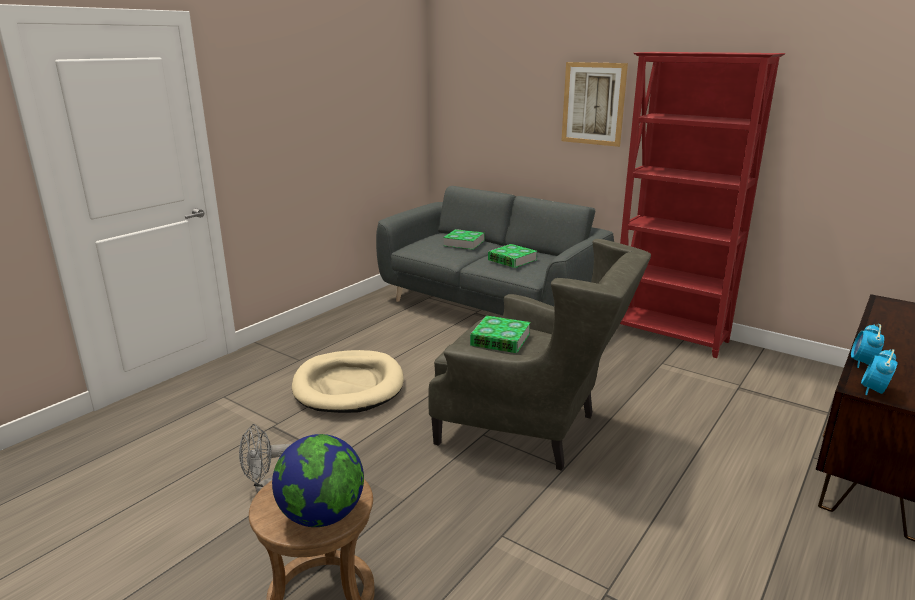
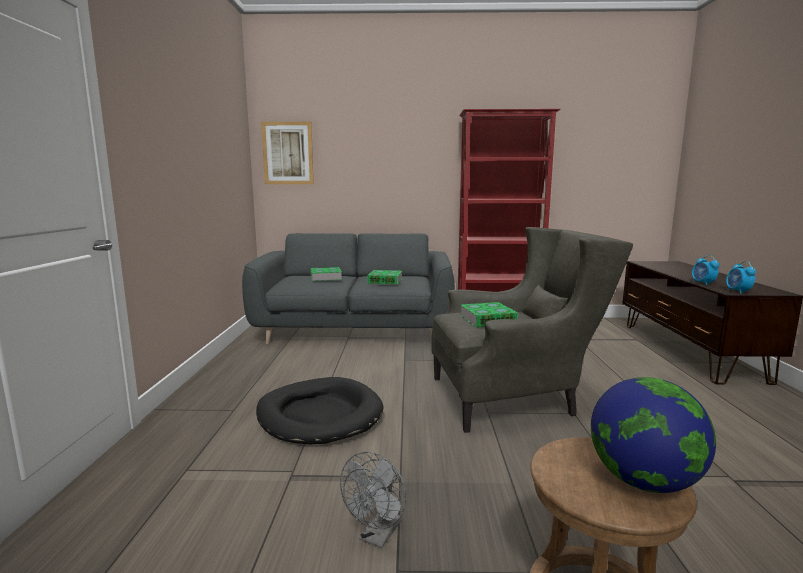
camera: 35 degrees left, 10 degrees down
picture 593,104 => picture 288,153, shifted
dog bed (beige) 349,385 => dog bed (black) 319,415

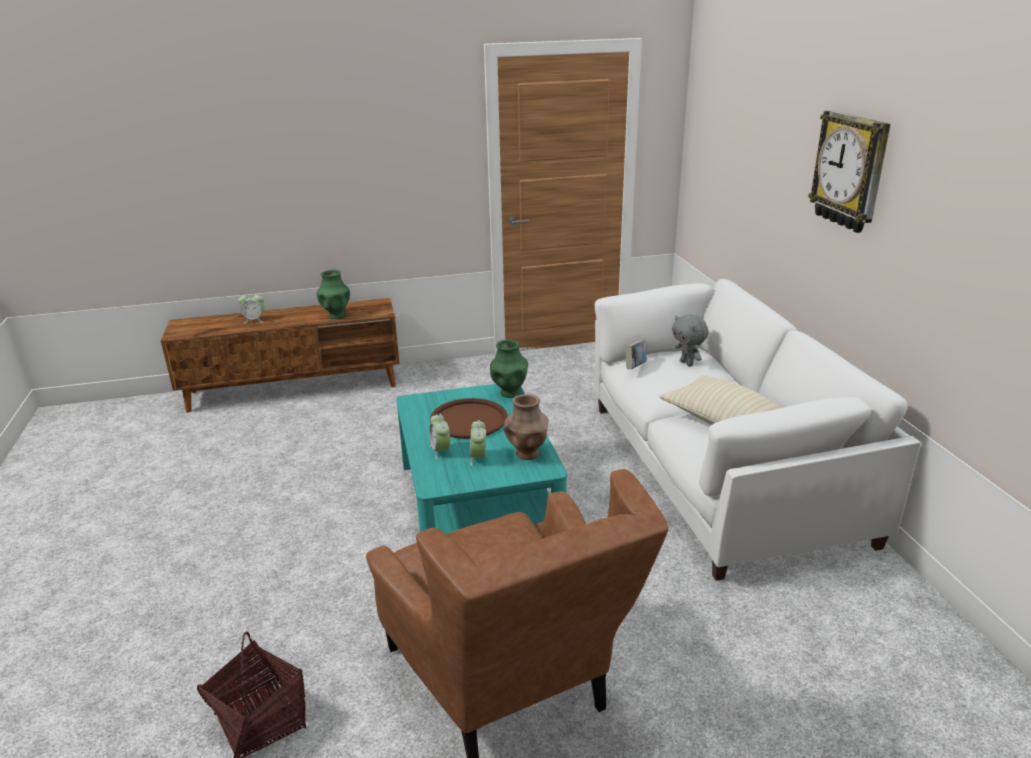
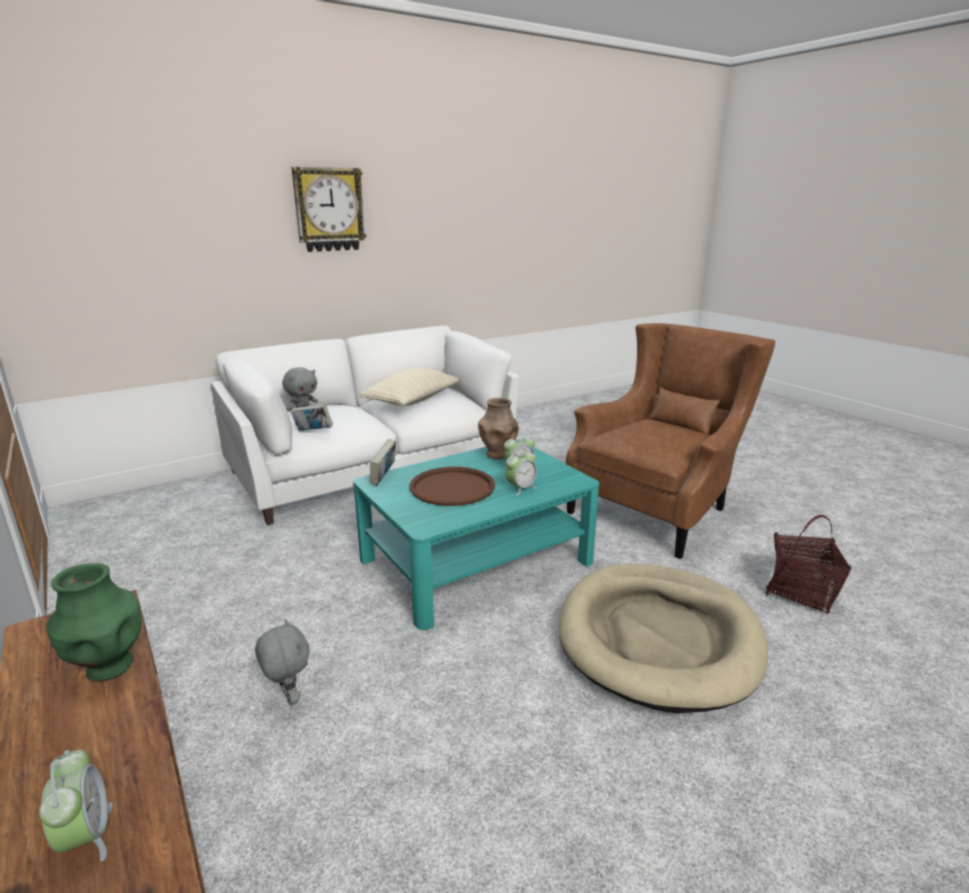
camera: 110 degrees left, 5 degrees down
vase (green) 509,393 => book 384,478
nothing => dog bed (beige) 658,638
nothing => plush toy (grey) 288,698

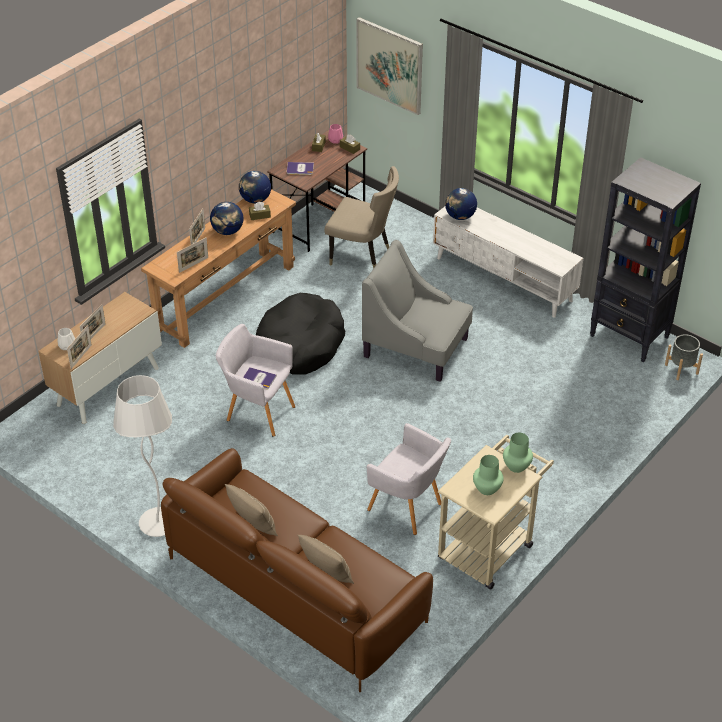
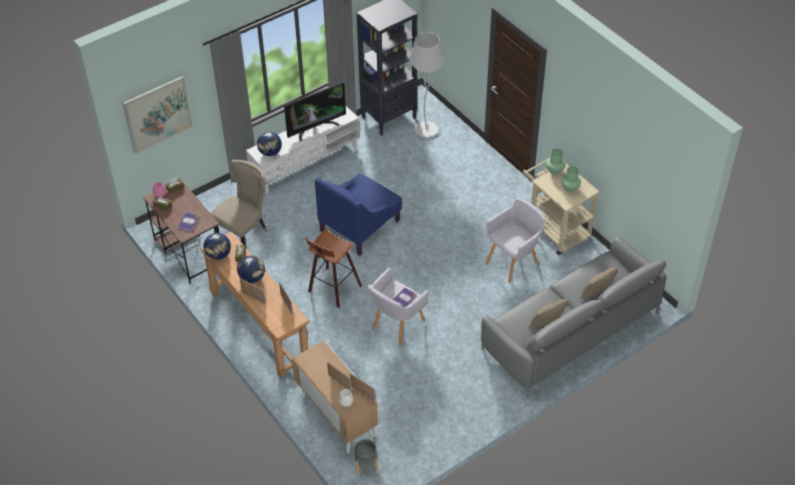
camera: 75 degrees left, 5 degrees up
armchair (grey) 417,348 => armchair (blue) 360,225
dog bed (black) 300,345 => stool 333,289
planter (grey) 681,369 => planter (grey) 366,464, shifted
floor lamp (white) 158,524 => floor lamp (white) 426,130, shifted
sofa (brown) 295,589 => sofa (grey) 570,331
nothing => television 315,128

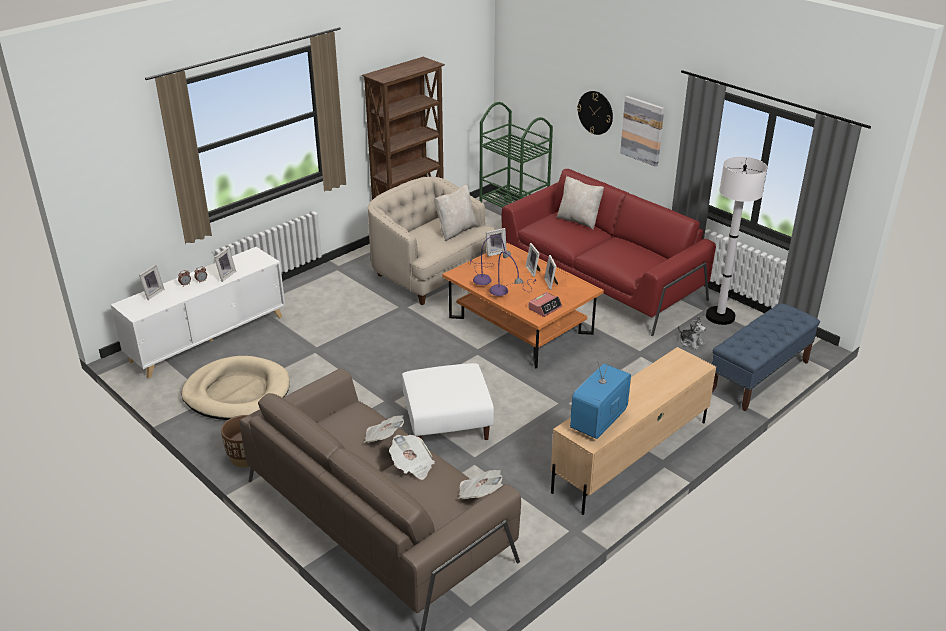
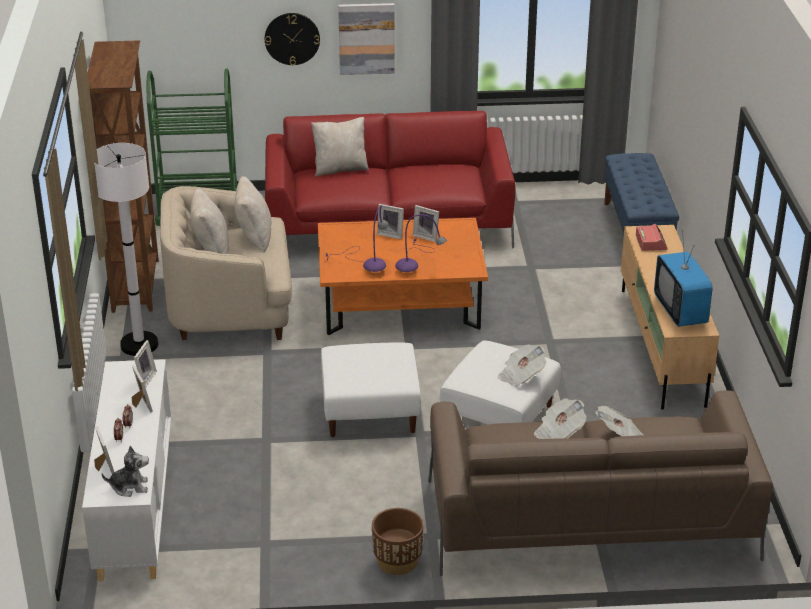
camera: 50 degrees left, 0 degrees up
floor lamp (white) 720,316 => floor lamp (white) 139,345, shifted
picture frame 495,252 => picture frame 144,380, shifted
alarm clock 545,308 => alarm clock 651,242, shifted
plush toy 691,342 => plush toy 129,487, shifted
dog bed (beige) 237,392 => nothing
newspaper 478,493 => newspaper 521,375, shifted
nothing => pillow (beige) 211,249
nothing => ottoman (white) 370,412

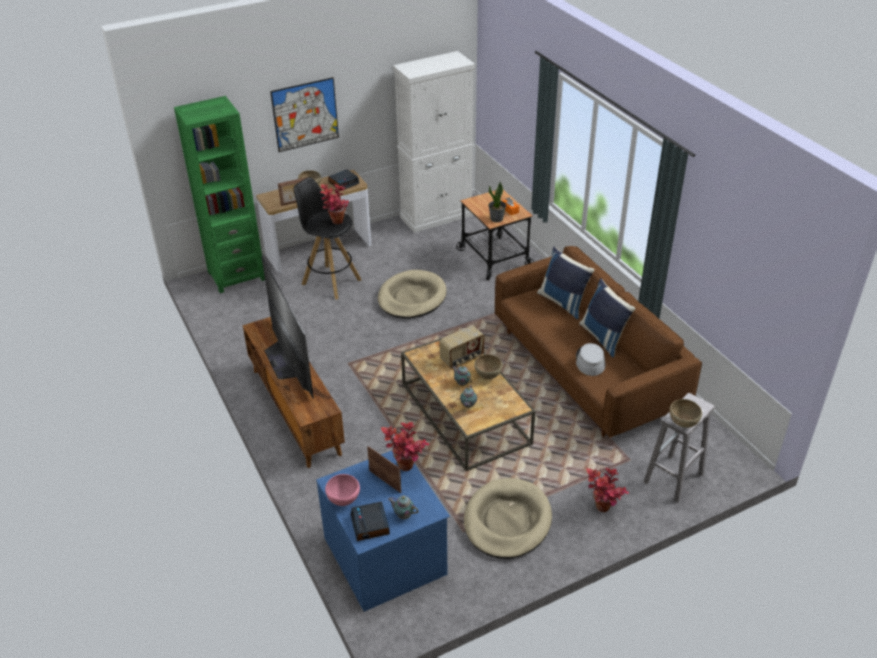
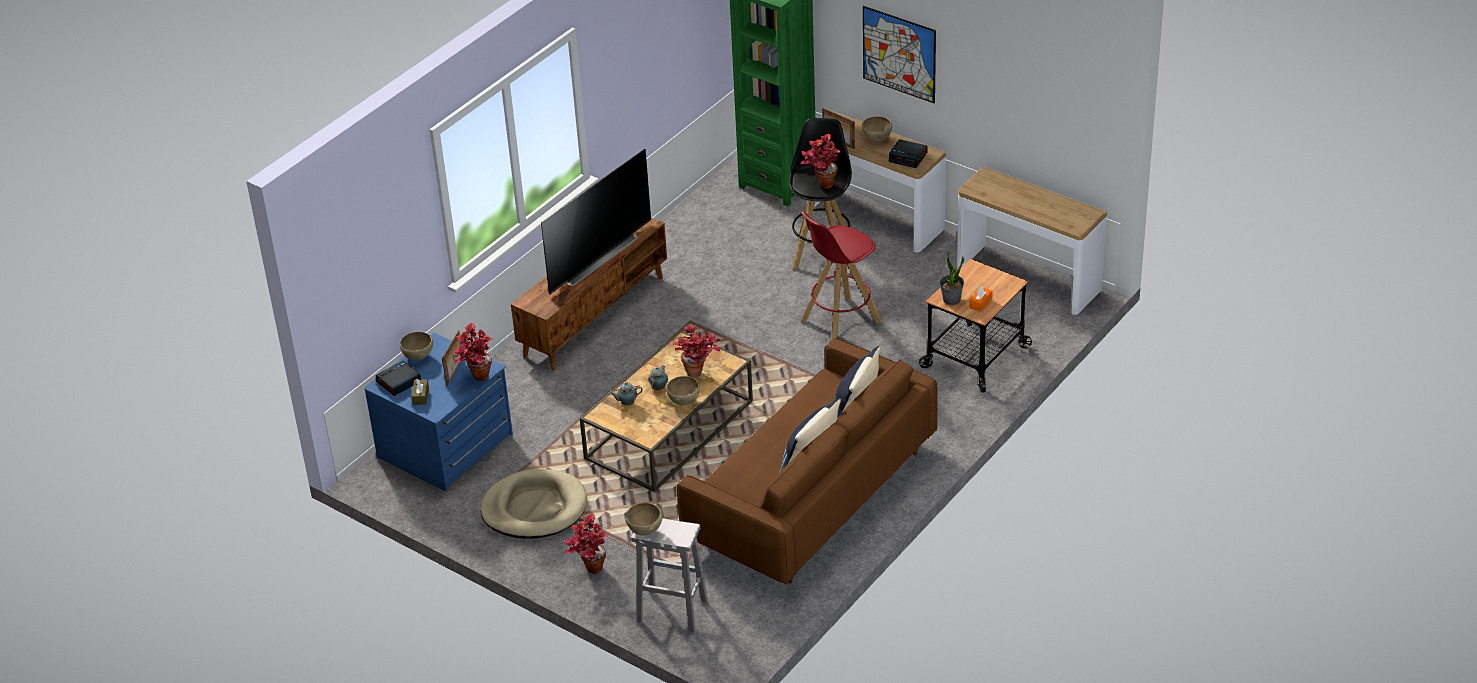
camera: 65 degrees right, 0 degrees up
cabinet (white) 436,216 => console table 1028,279
dog bed (beige) 411,297 => stool (red) 840,321
radio 462,358 => potted plant 699,374
hat (grey) 590,361 => nothing
bowl (pink) 343,500 => bowl (brown) 418,357
teapot 403,515 => tissue box (brown) 420,396

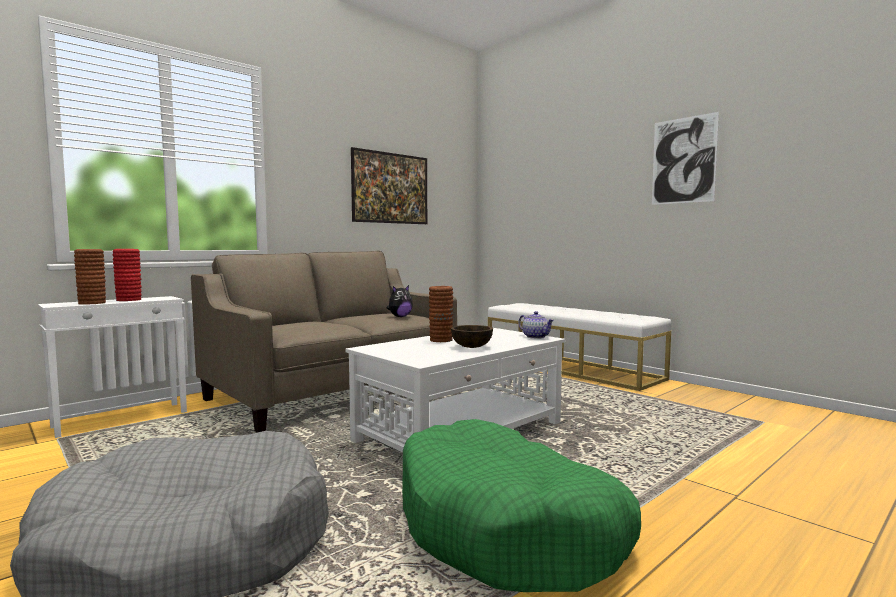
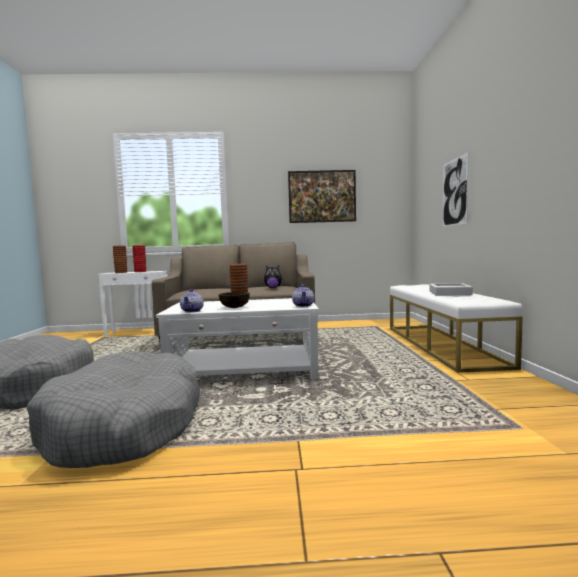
camera: 40 degrees right, 0 degrees up
picture 683,160 => picture 454,192, shifted
dog bed (green) 508,528 => dog bed (grey) 125,425
nothing => tray (grey) 449,293
nothing => teapot 192,311

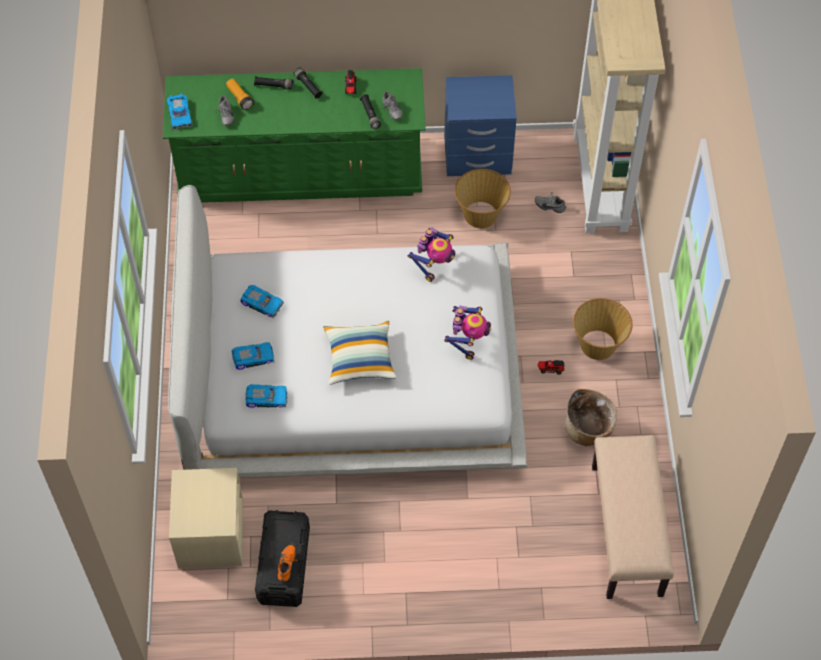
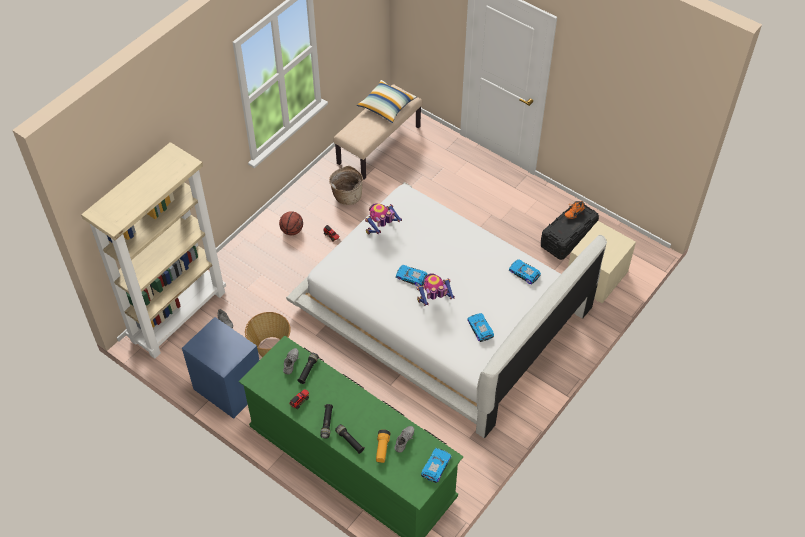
camera: 140 degrees left, 5 degrees down
toy robot 434,264 => toy robot 434,301, shifted
basket 598,344 => basketball 292,230
pillow 359,358 => pillow 386,107, shifted
toy car 253,357 => toy car 411,277, shifted

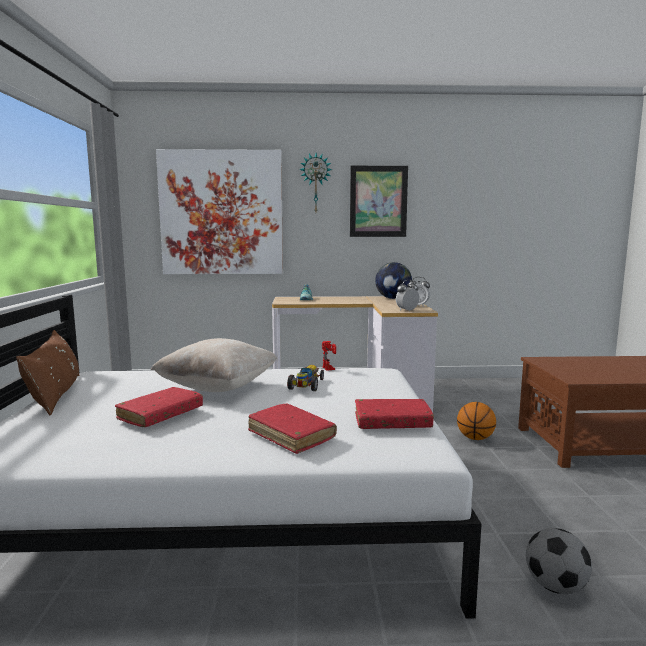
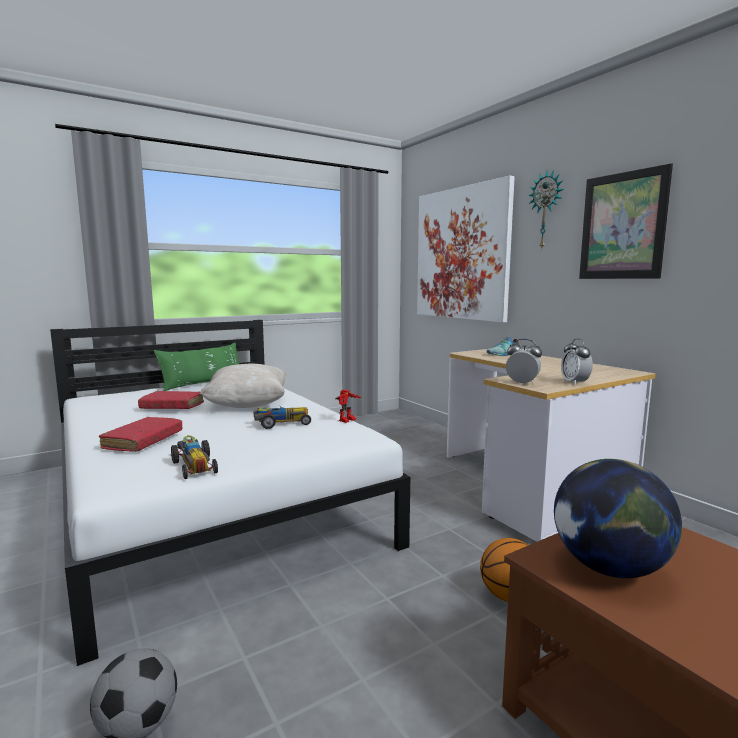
camera: 60 degrees right, 0 degrees up
globe 393,298 => globe 609,568, shifted
pillow (brown) 56,394 => pillow (green) 203,384
book (red) 392,422 => toy car 194,465

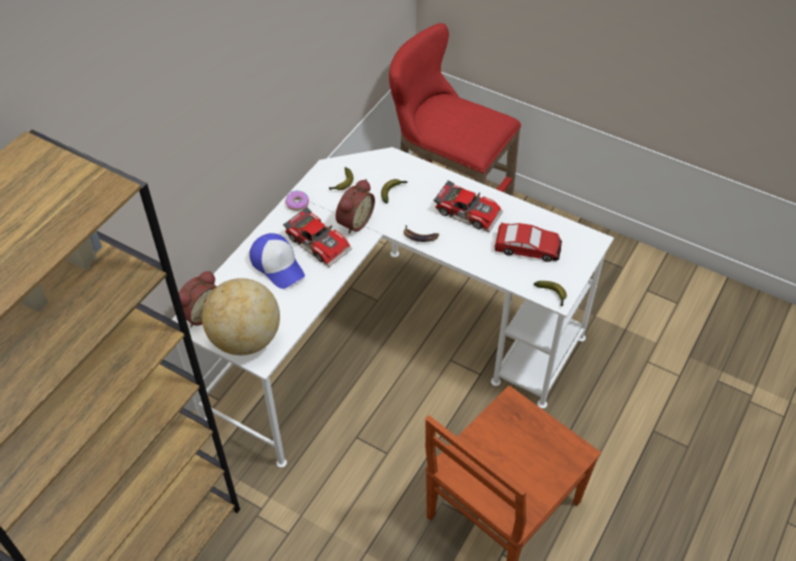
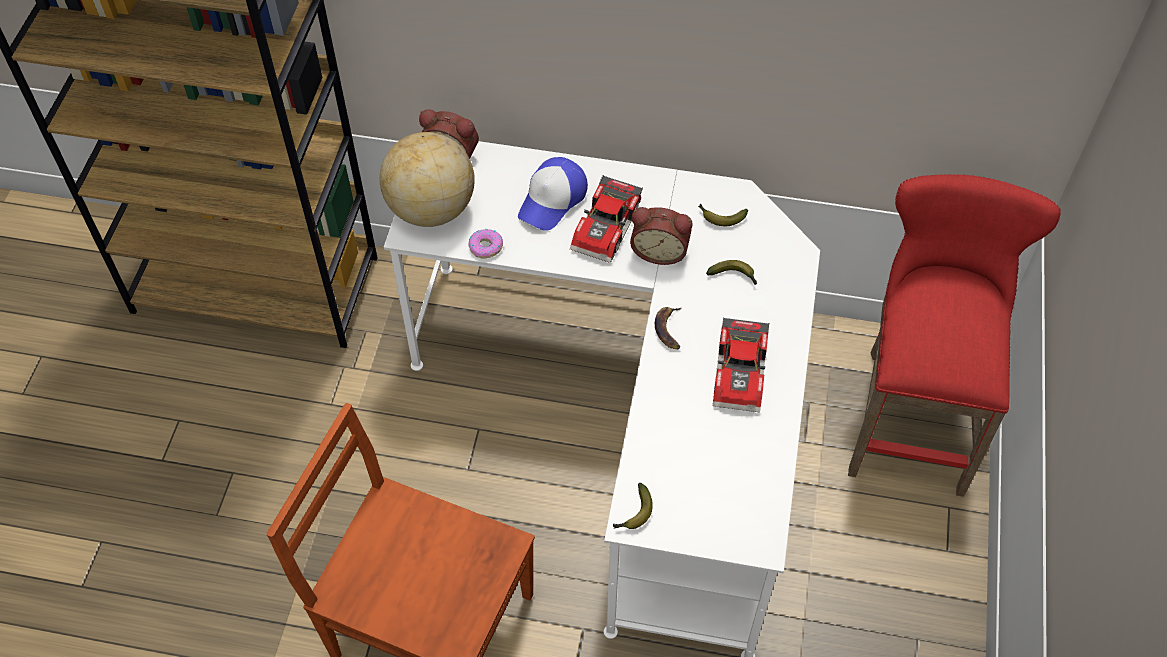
camera: 70 degrees right, 5 degrees up
donut 297,203 => donut 486,247, shifted
toy car 527,248 => nothing

